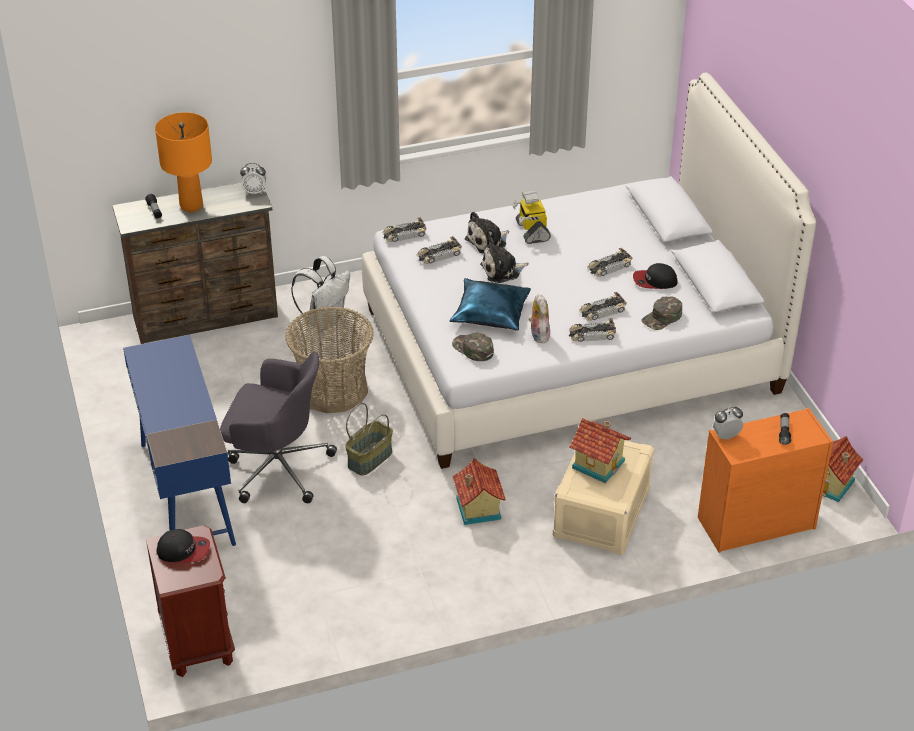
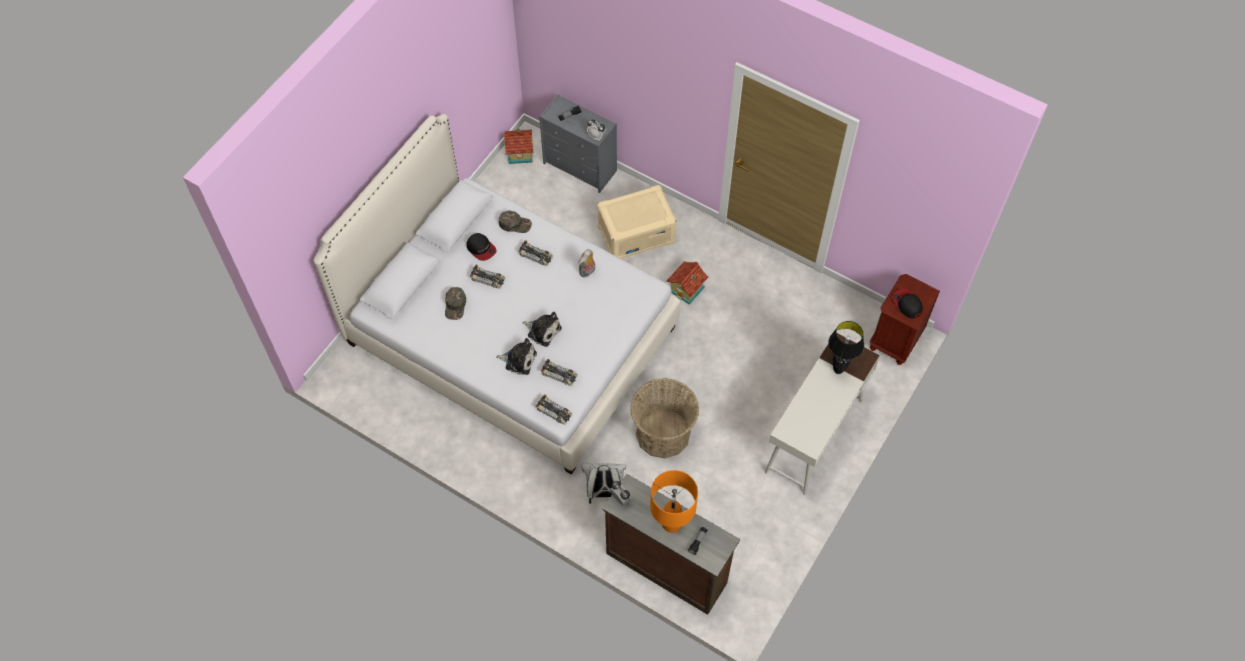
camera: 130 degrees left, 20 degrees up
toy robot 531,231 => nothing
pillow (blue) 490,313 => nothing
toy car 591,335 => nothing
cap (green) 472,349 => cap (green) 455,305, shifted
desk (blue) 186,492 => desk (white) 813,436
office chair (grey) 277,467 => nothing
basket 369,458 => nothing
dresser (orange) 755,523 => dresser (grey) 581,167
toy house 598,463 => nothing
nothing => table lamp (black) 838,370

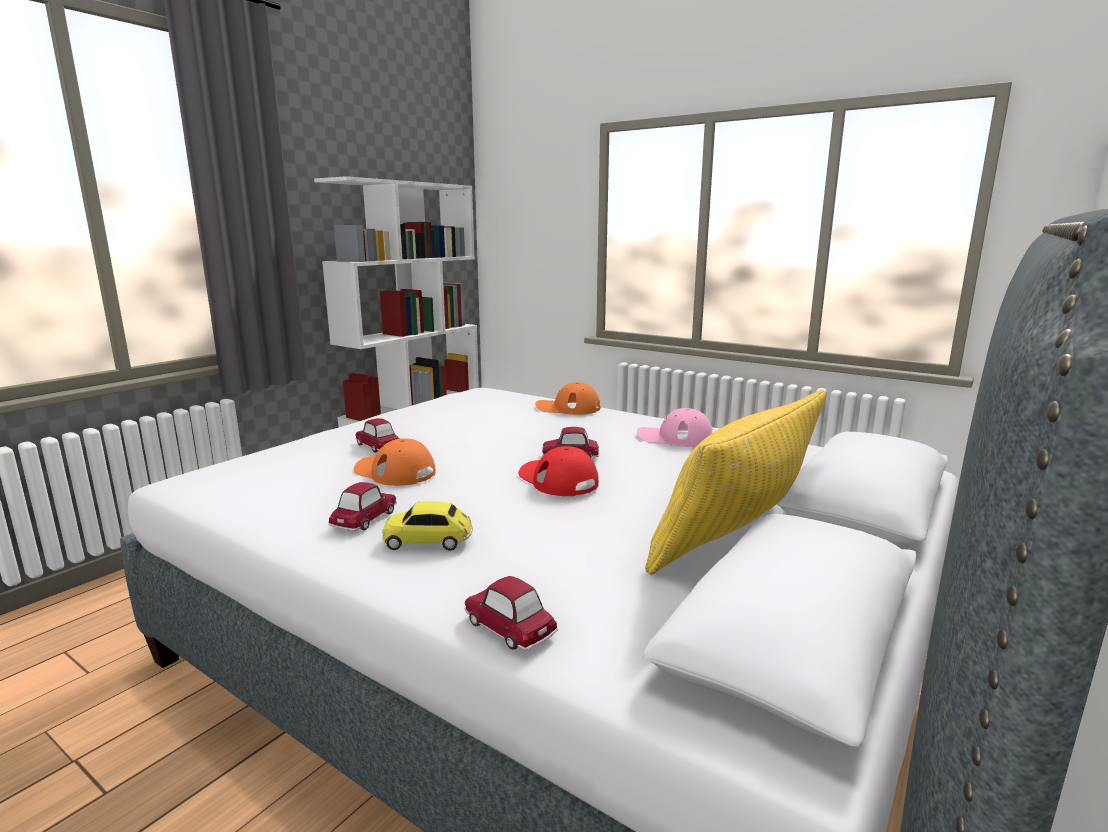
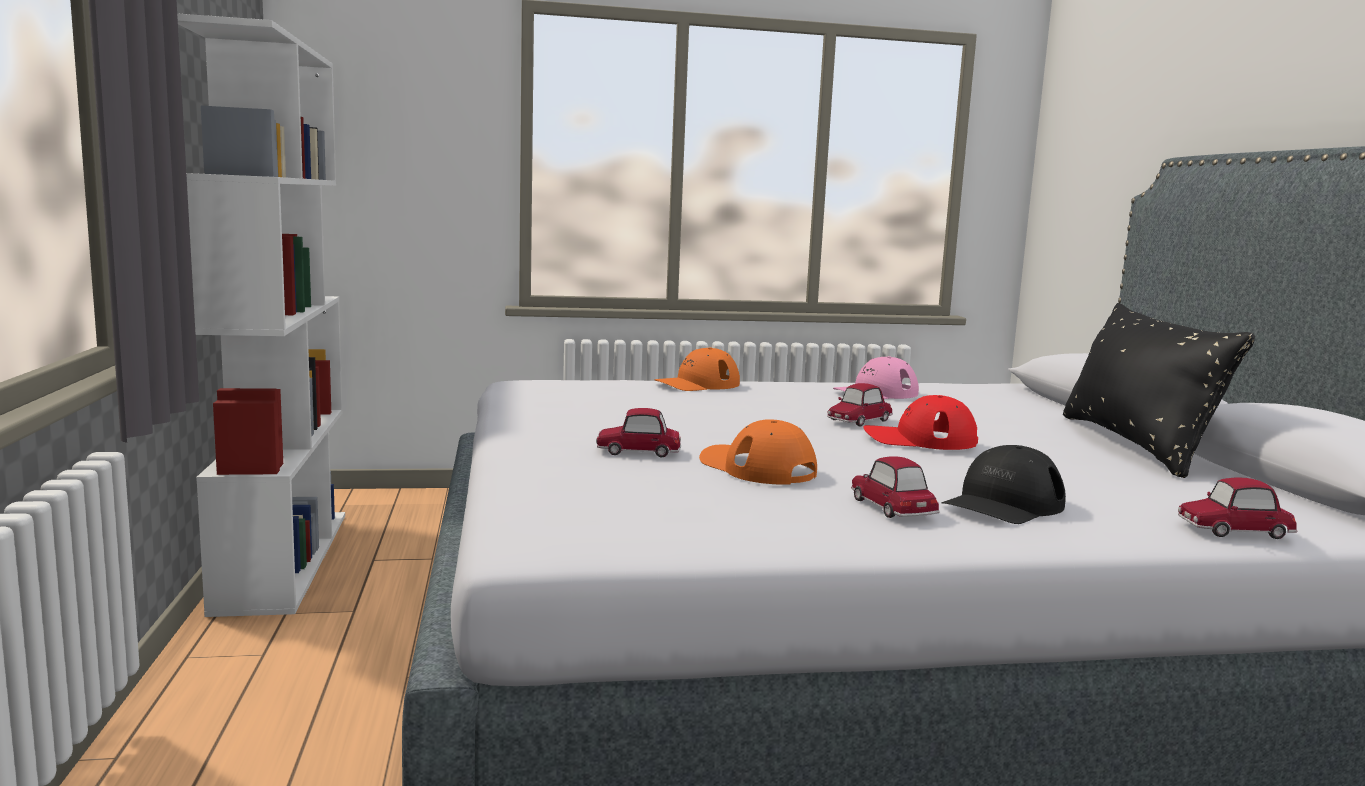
camera: 45 degrees left, 5 degrees down
pillow (yellow) 735,534 => pillow (black) 1134,445
cap (orange) 395,472 => cap (orange) 757,468, 60 degrees clockwise
toy car 428,541 => cap (black) 1003,505

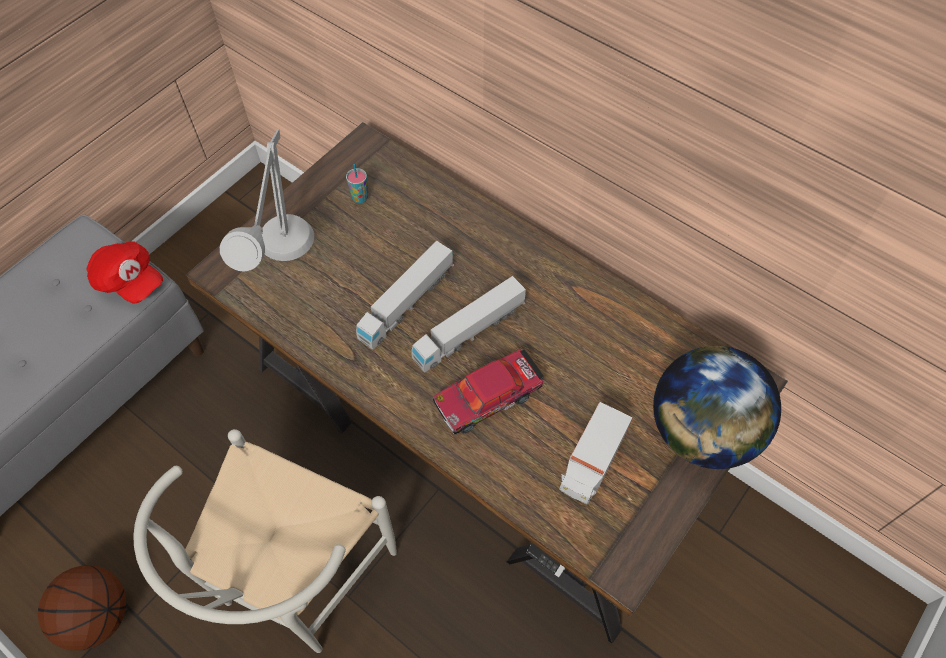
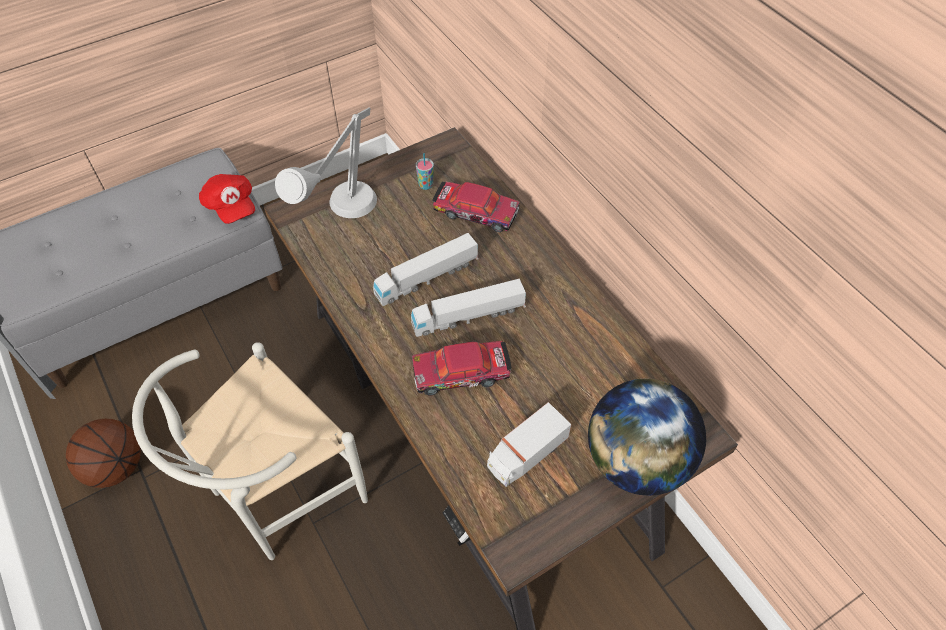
camera: 20 degrees right, 5 degrees down
nothing => toy car 476,212

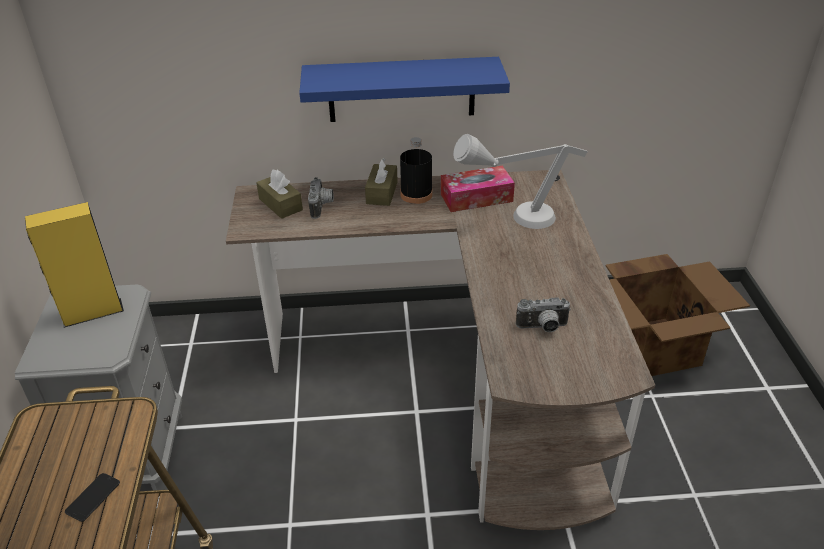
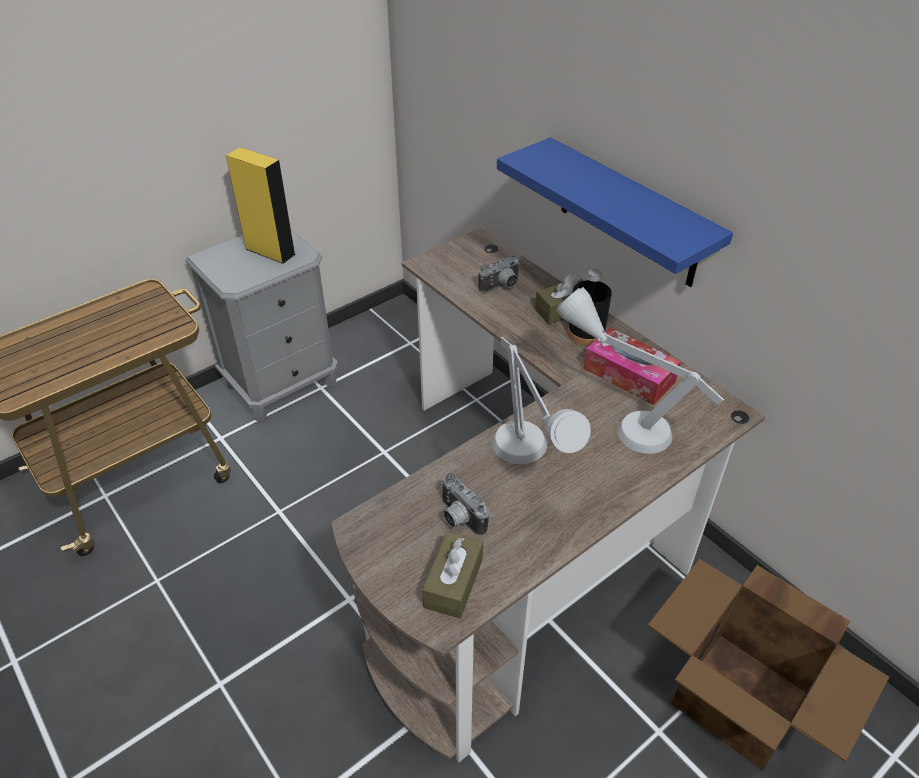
camera: 55 degrees right, 5 degrees up
tissue box (brown) 280,204 => tissue box (brown) 453,583, shifted
phone 93,497 => nothing
nothing => table lamp (grey) 528,464

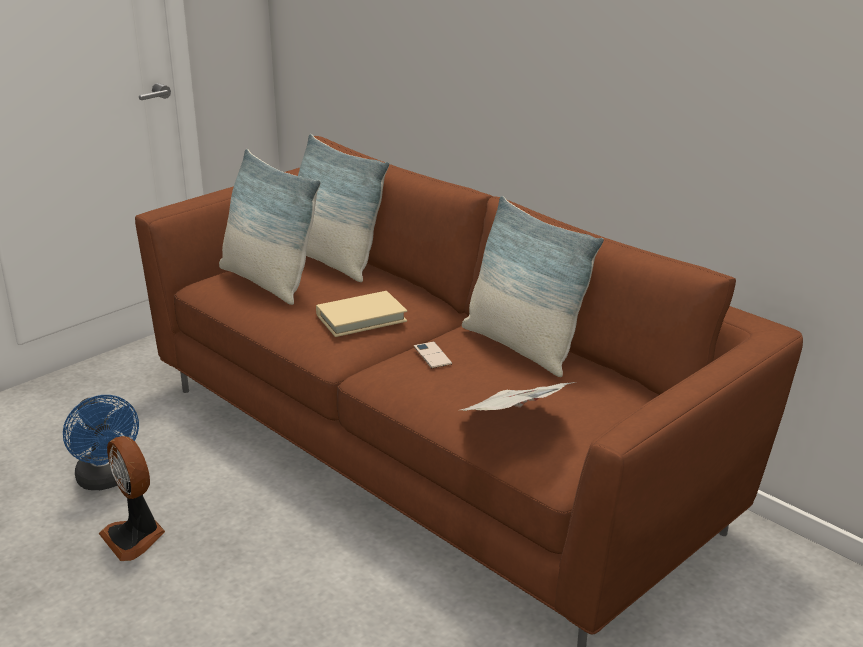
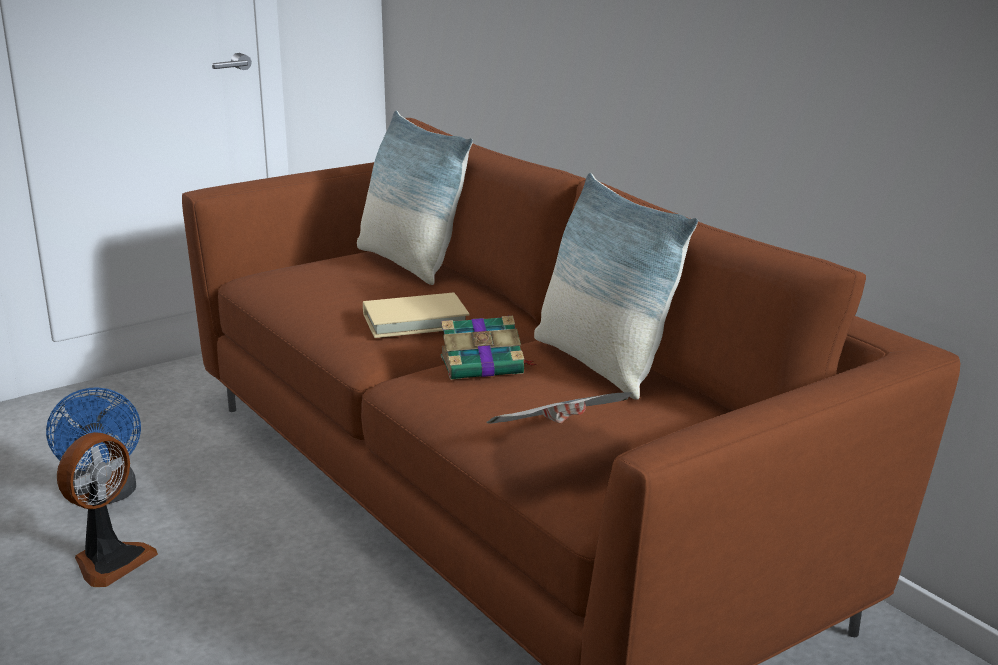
camera: 10 degrees right, 5 degrees down
pillow 268,282 => nothing
phone 432,355 => book 484,365
fan 135,537 => fan 110,561, 120 degrees counterclockwise

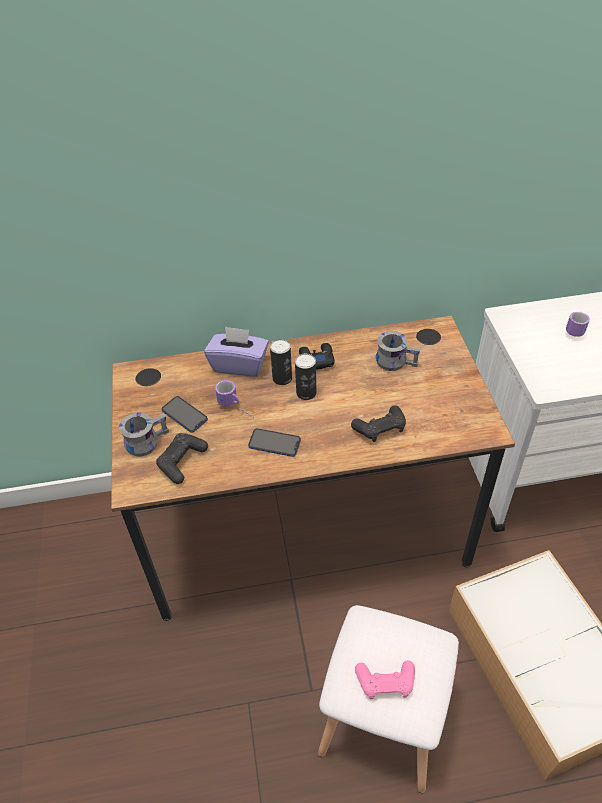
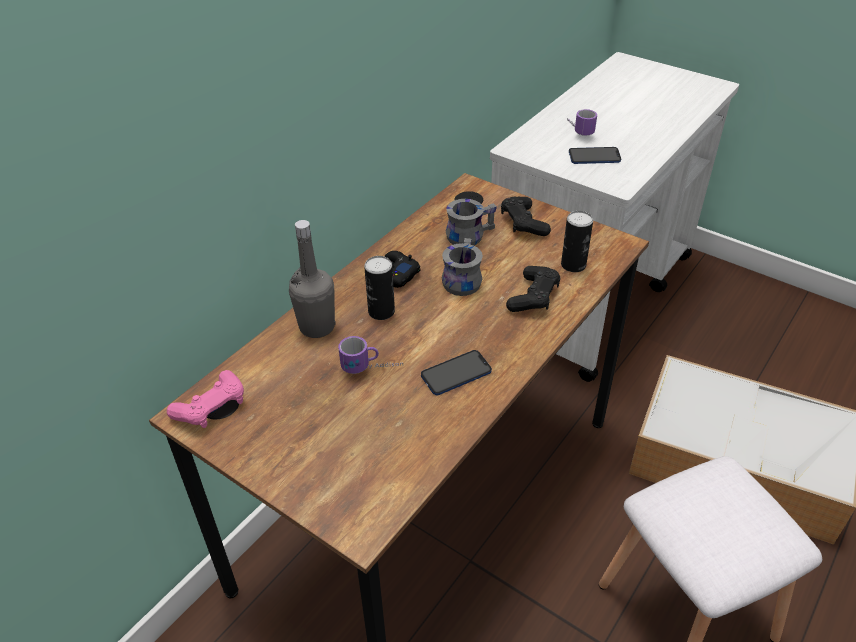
camera: 45 degrees left, 5 degrees down
tissue box (purple) 239,365 => bottle (grey) 317,327
can 306,393 => can 573,265, shifted
phone 184,415 => phone 594,157, shifted
mug (grey) 145,440 => mug (grey) 459,279, shifted
game controller (black) 182,461 => game controller (black) 523,223, shifted
game controller (pink) 385,682 => game controller (pink) 211,407, shifted

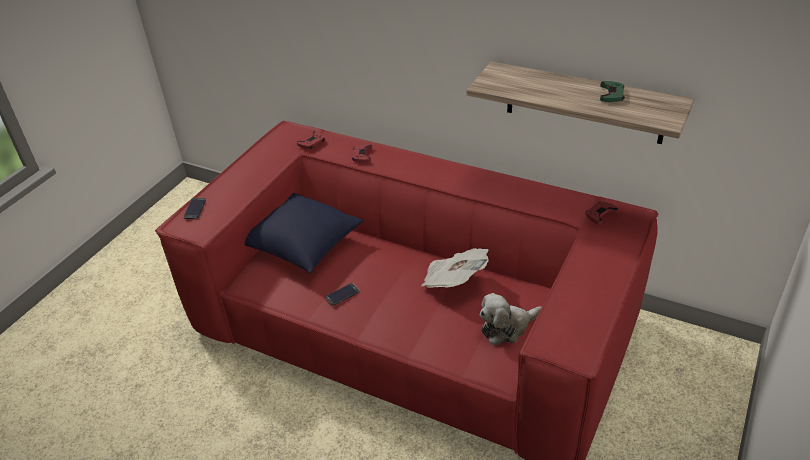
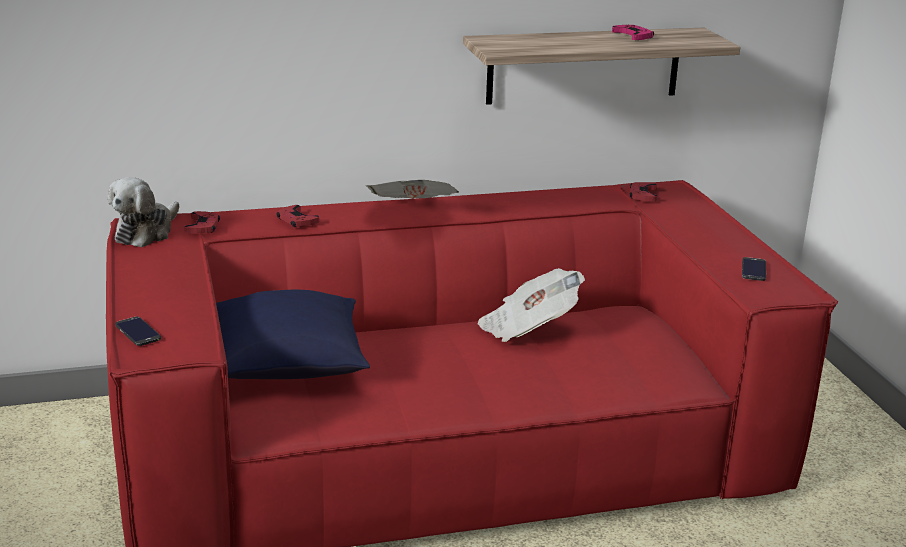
camera: 45 degrees left, 15 degrees down
game controller (green) 611,94 => game controller (pink) 633,36
phone 342,294 => phone 753,269, shifted
plush toy 507,327 => plush toy 146,232, shifted
nothing => newspaper 412,214

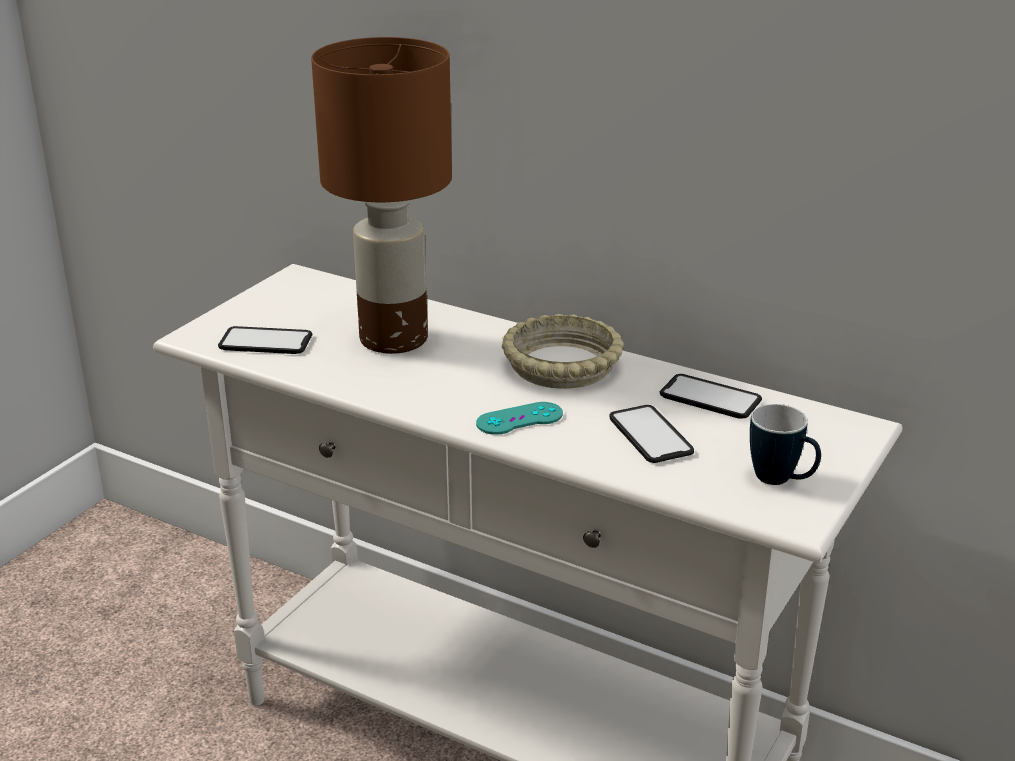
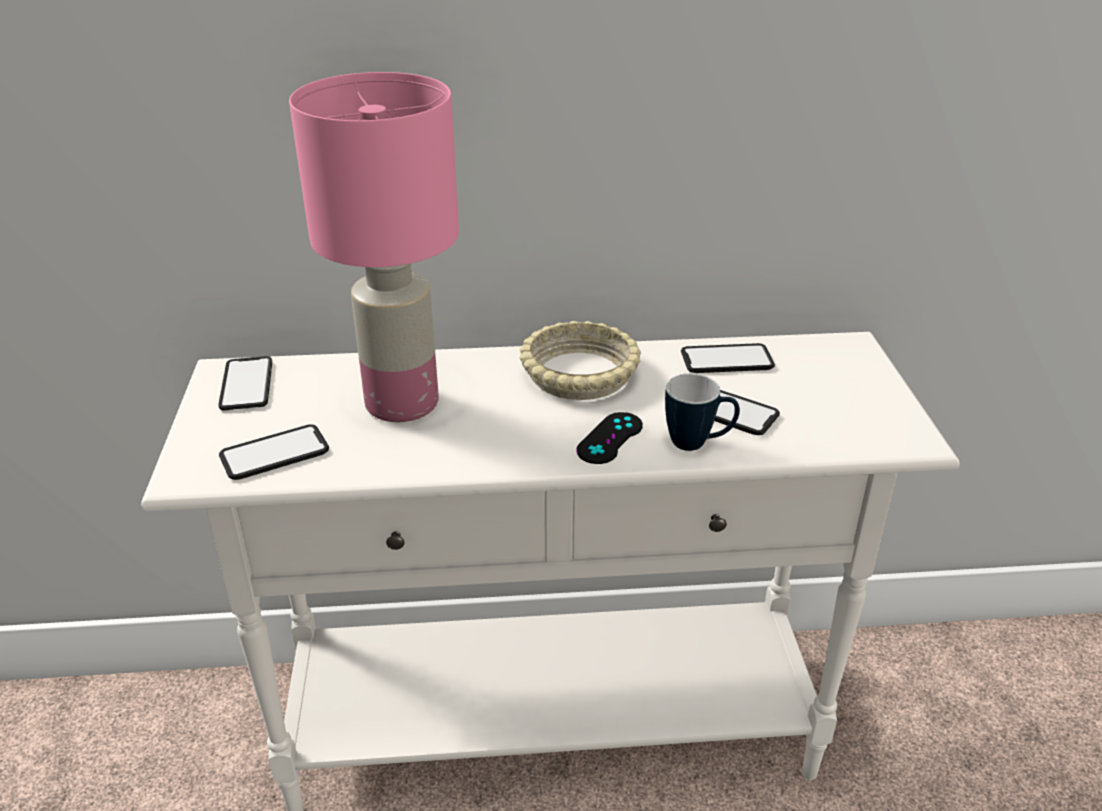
camera: 35 degrees left, 5 degrees up
table lamp (brown) 395,339 => table lamp (pink) 403,402
game controller (turquoise) 519,419 => game controller (black) 610,438
mug 781,481 => mug 698,443, shifted
nothing => phone 246,384

